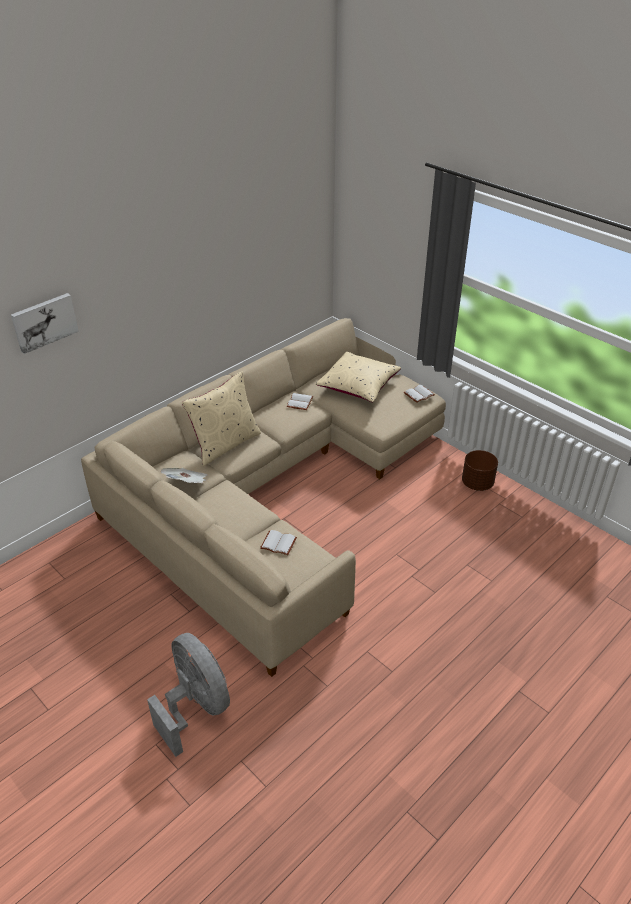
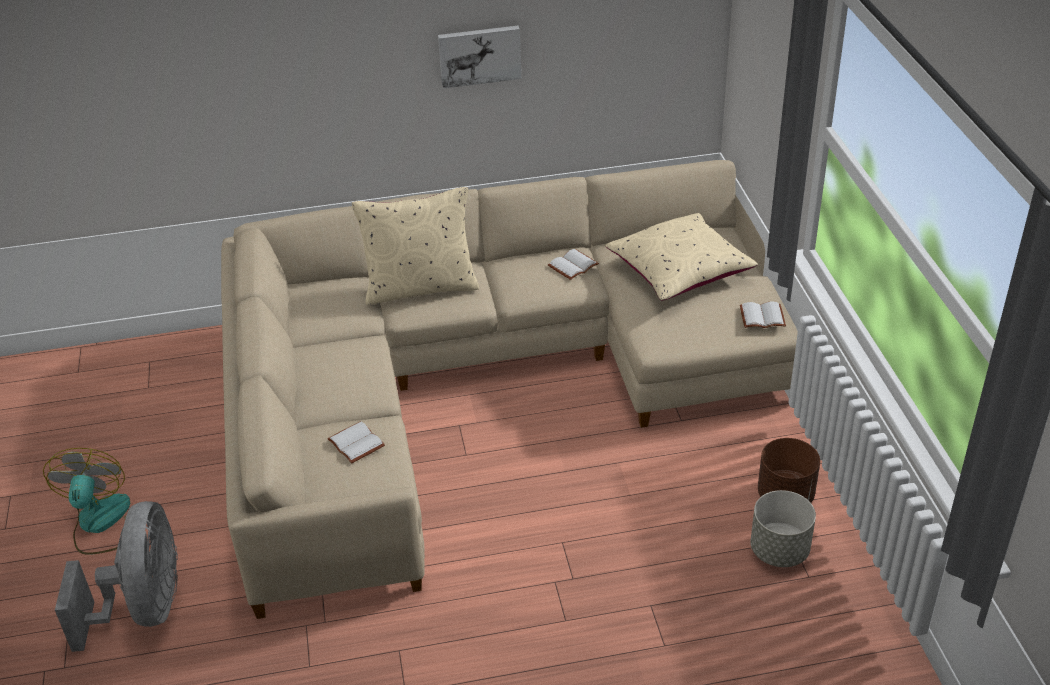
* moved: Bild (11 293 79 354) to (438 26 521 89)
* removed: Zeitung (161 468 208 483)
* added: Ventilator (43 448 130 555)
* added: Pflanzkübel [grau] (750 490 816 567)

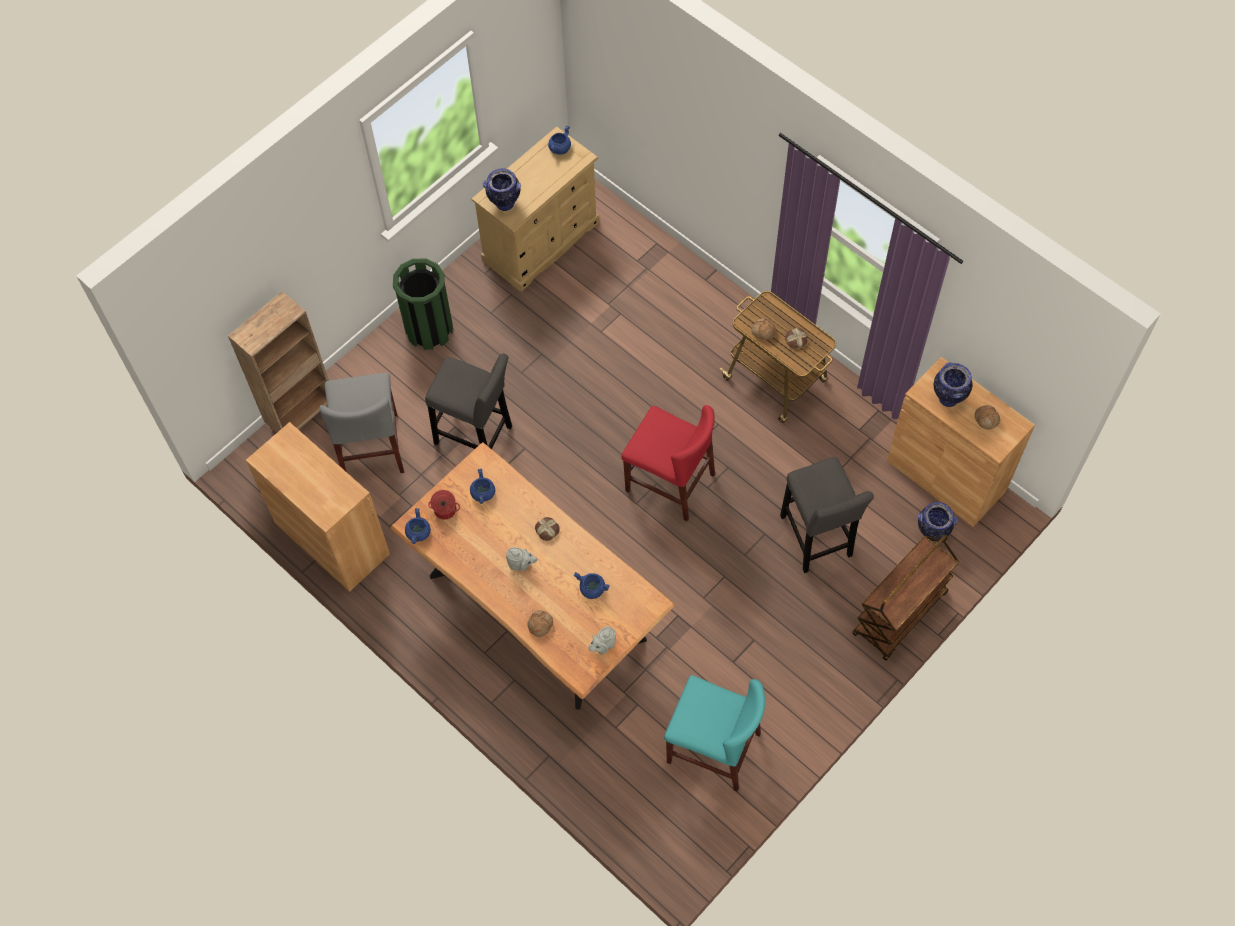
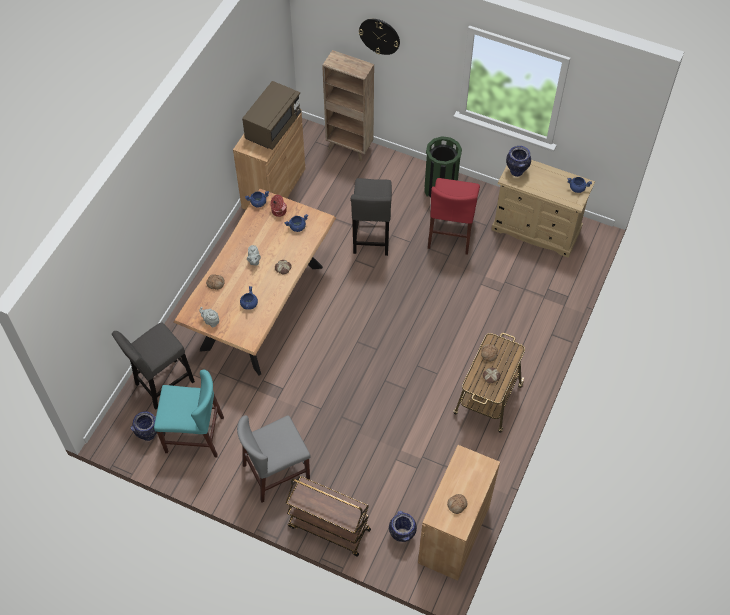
* moved: Vase (934 362 972 407) to (130 411 157 441)
* moved: Stuhl [grau] (319 373 404 473) to (237 415 311 503)
* moved: Stuhl [rot] (621 405 715 521) to (428 178 480 255)
* moved: Hocker [grau] (780 457 874 573) to (112 322 195 410)
* turned: Stuhl [türkis] (664 675 765 792) = (154 370 224 457) 90 degrees counterclockwise
* added: Wanduhr (359 19 400 55)
* added: Mikrowelle [braun] (242 81 302 150)

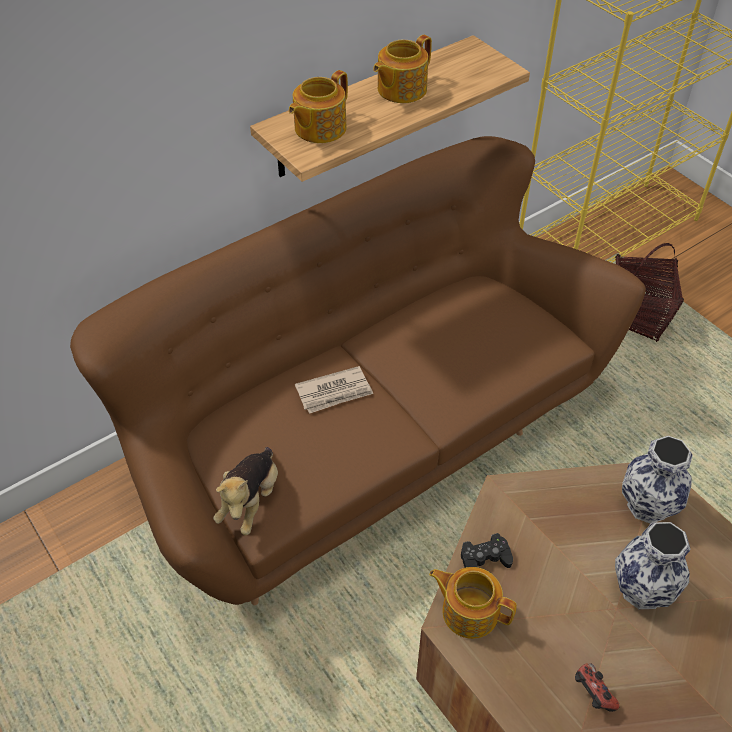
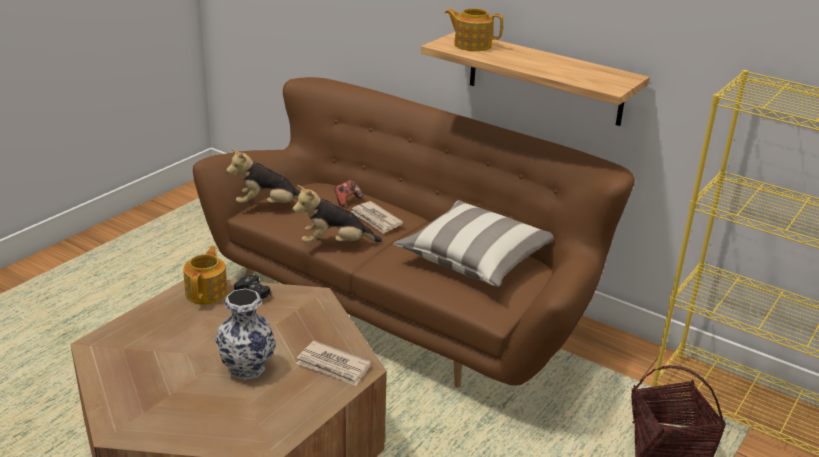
* removed: Teekanne (373 35 432 103)
* replaced: Vase (622 436 693 524) to Zeitung (296 341 371 386)
* moved: Gamepad (575 663 620 712) to (334 180 363 207)
* added: Plüschtier (292 185 382 243)
* added: Kissen (394 201 554 287)

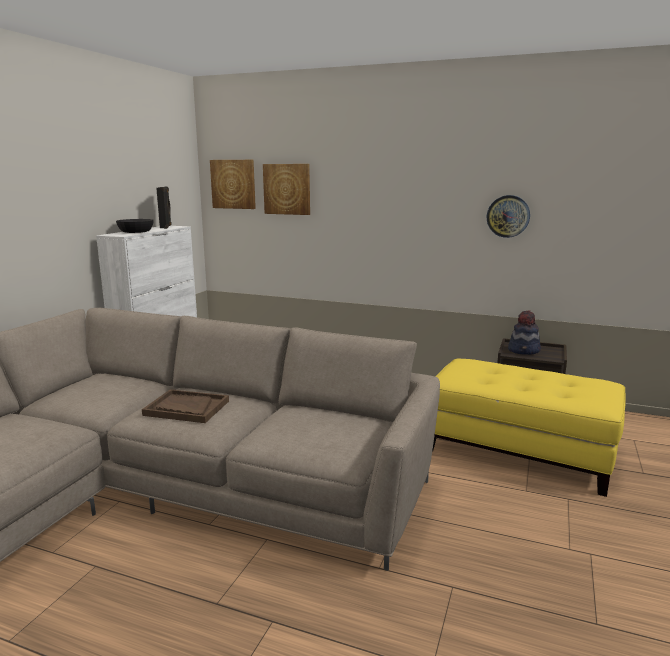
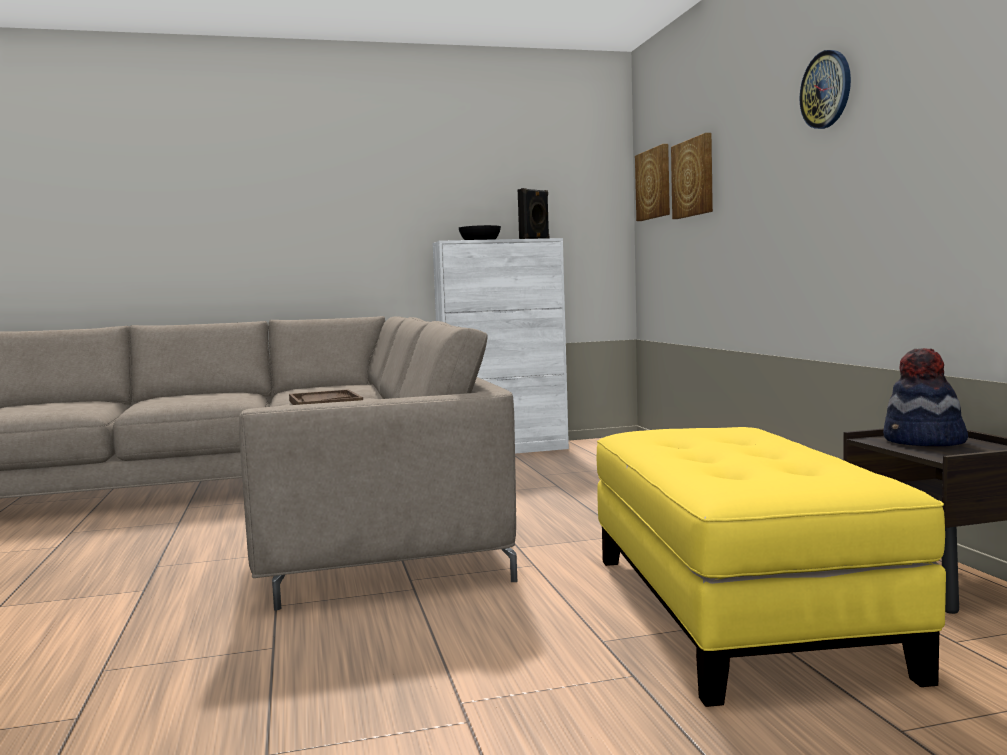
* moved: Wanduhr (487 195 530 238) to (800 50 851 129)

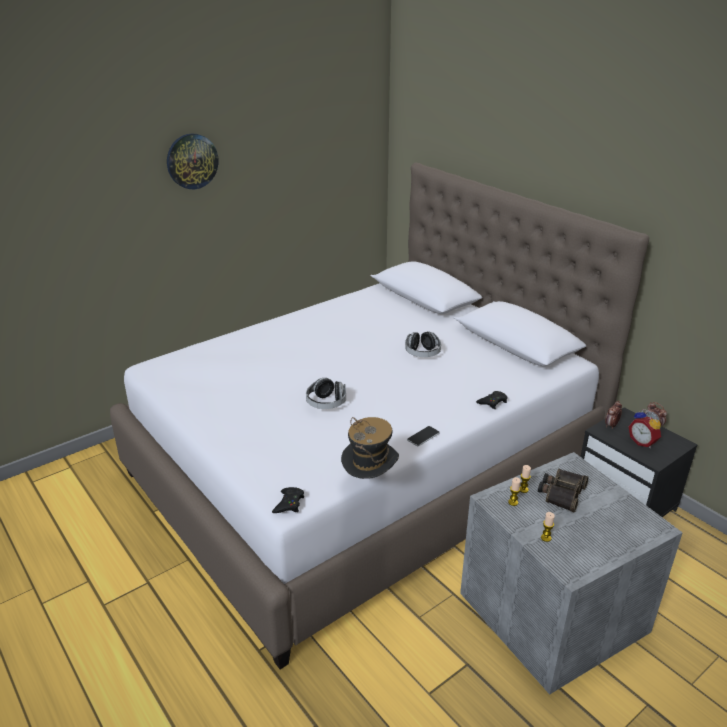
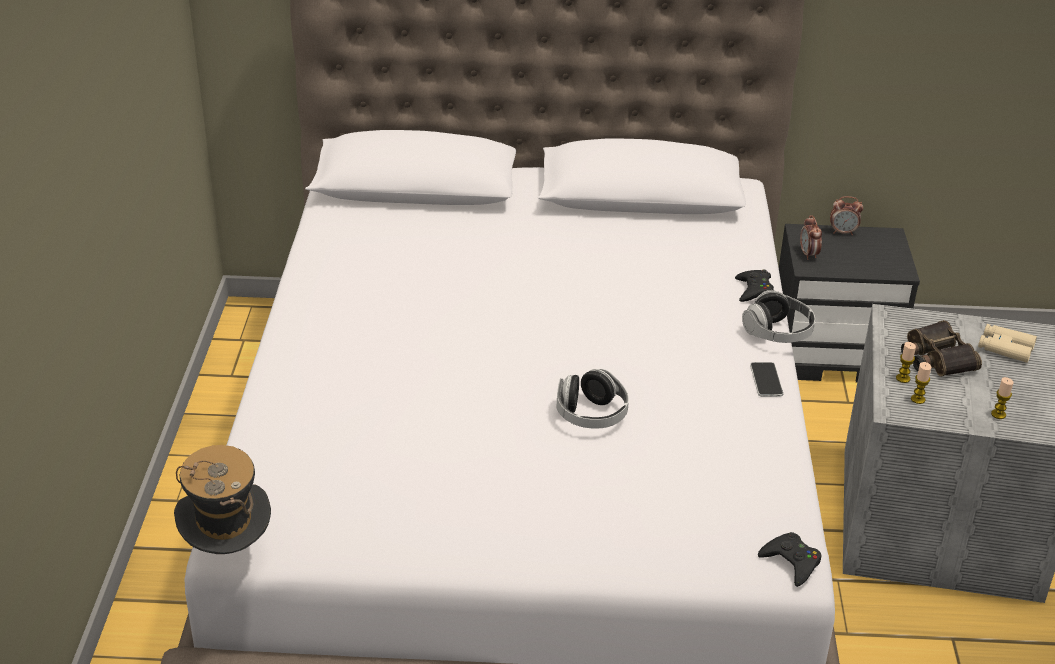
* removed: Wanduhr (167 133 218 189)
* moved: Kopfhörer (405 331 441 357) to (742 290 815 343)
* removed: Wecker (629 409 661 448)
* moved: Hut (341 417 399 479) to (174 445 271 554)
* added: Fernglas [beige] (978 324 1037 363)

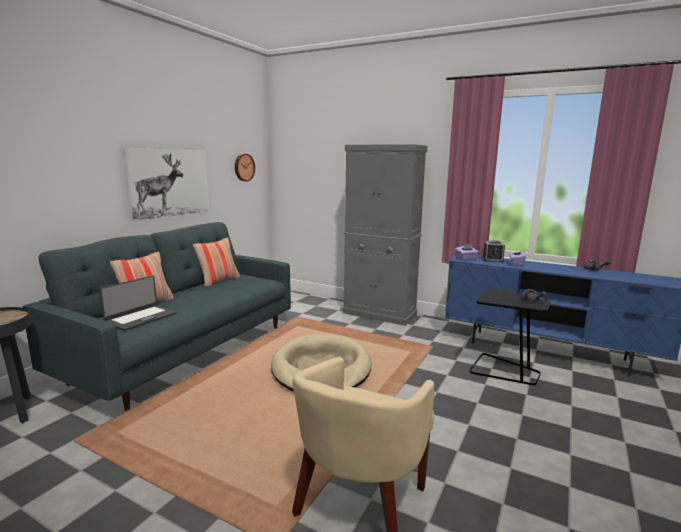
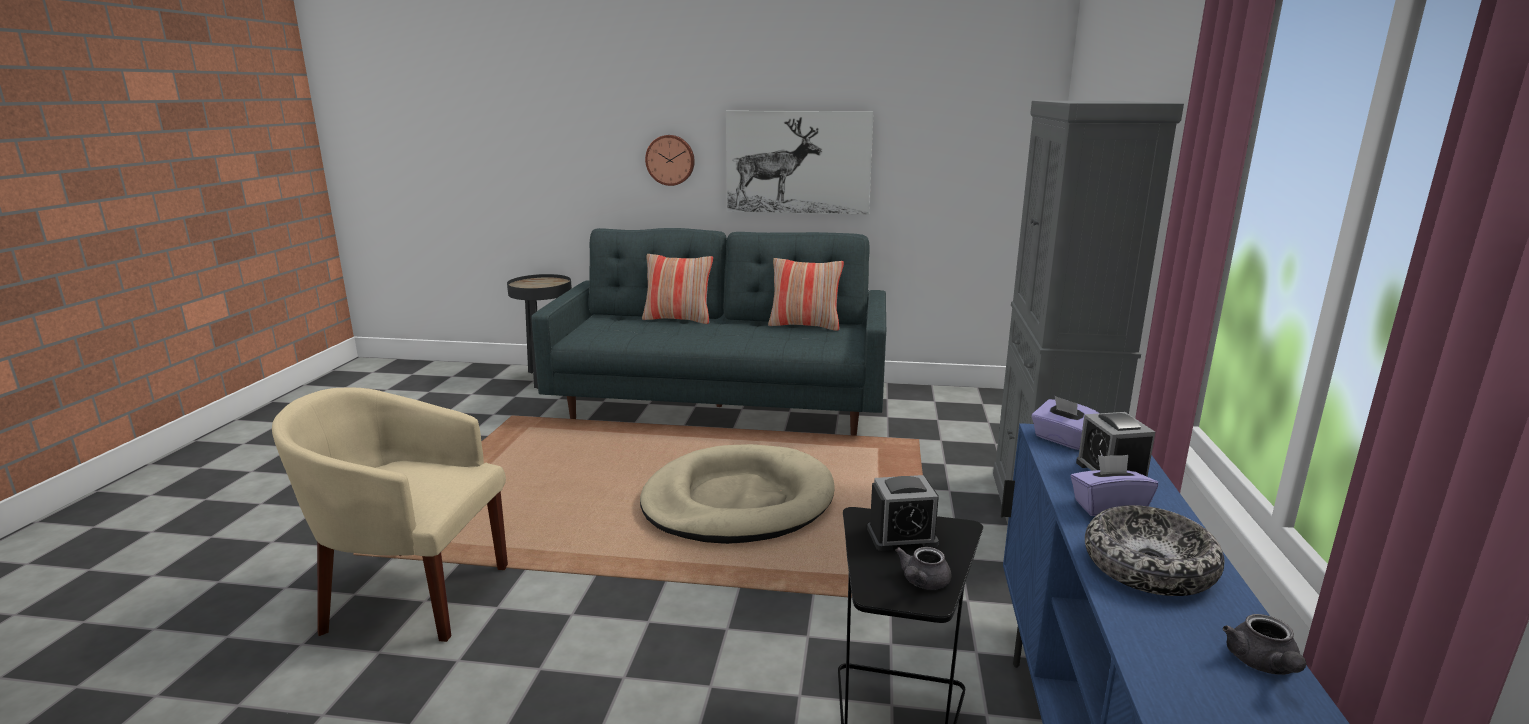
* moved: Wanduhr (235 154 255 182) to (645 135 695 186)
* removed: Laptop (100 275 176 331)
* added: Wecker (867 475 939 551)
* added: Schüssel (1085 505 1224 596)

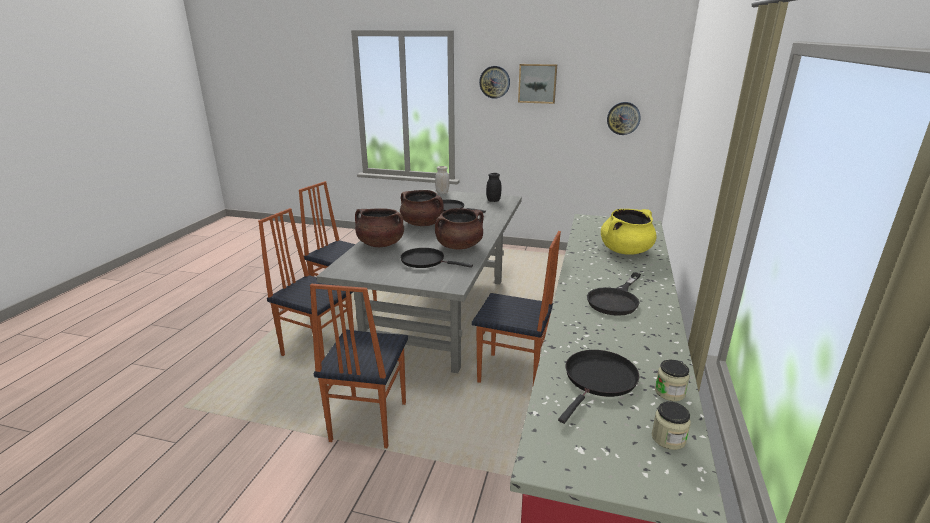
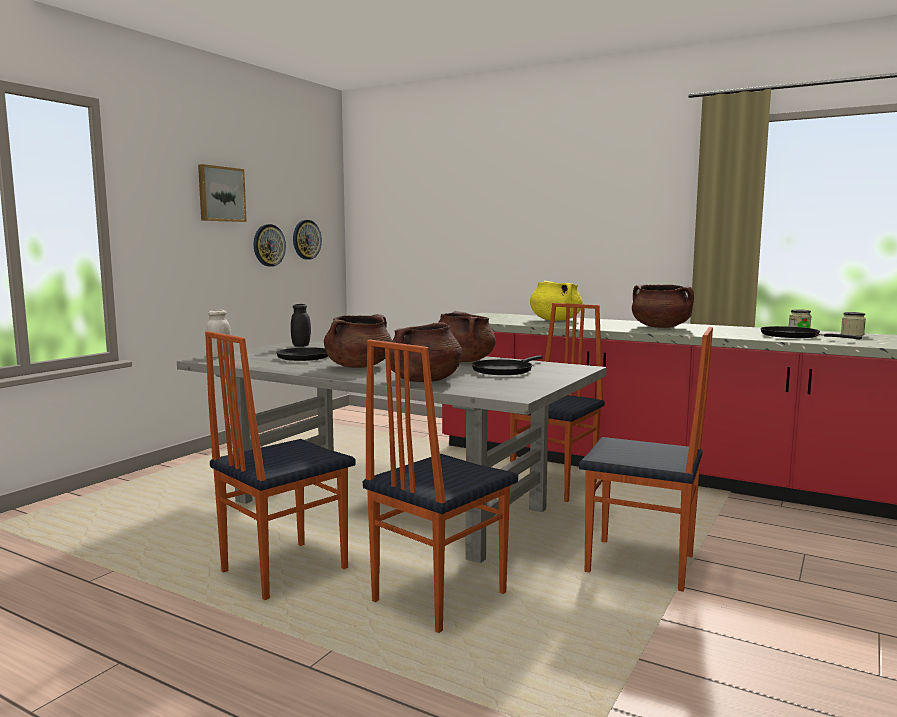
* moved: Wanduhr (479 66 510 99) to (254 224 286 267)
* replaced: Pfanne [schwarz] (587 272 641 316) to Kochtopf [braun] (632 284 694 328)

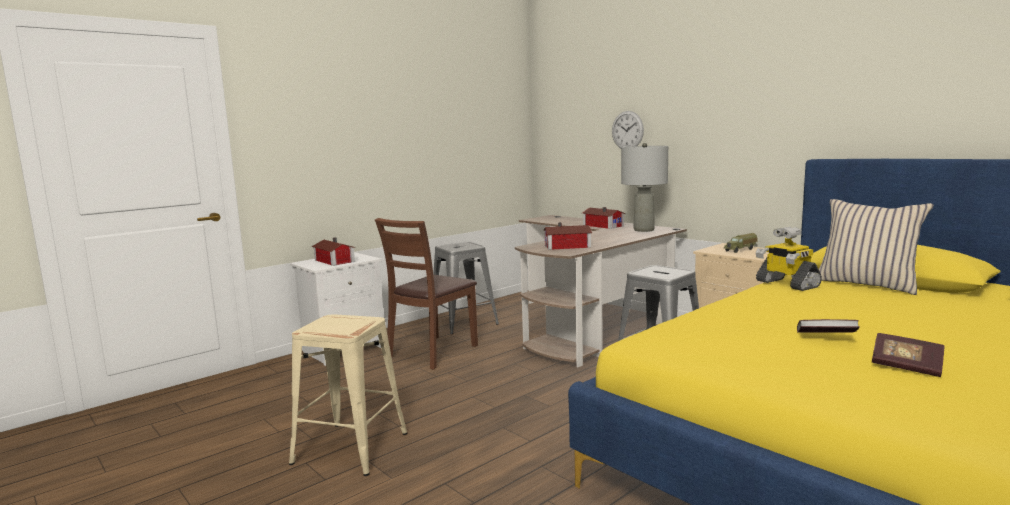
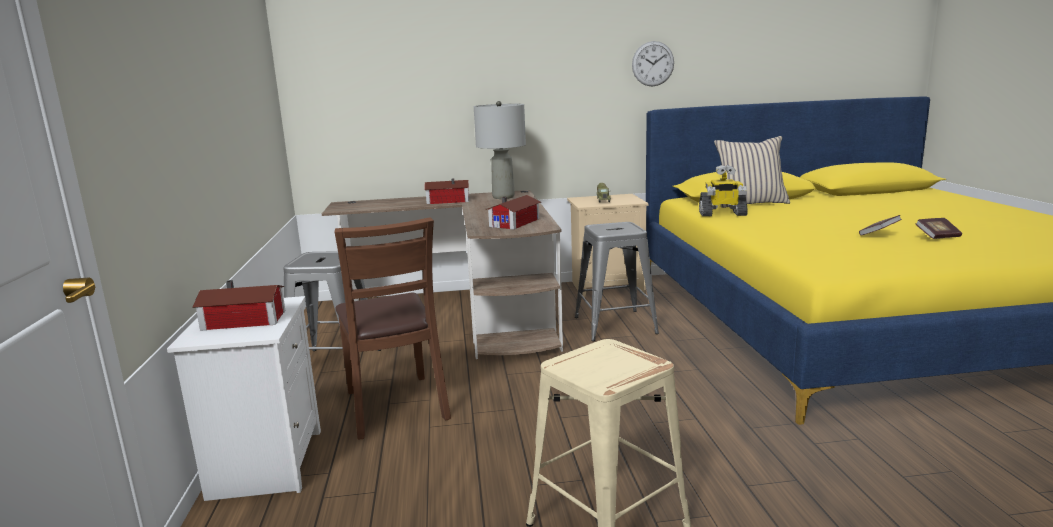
* moved: Wanduhr (612 111 644 148) to (632 41 674 87)

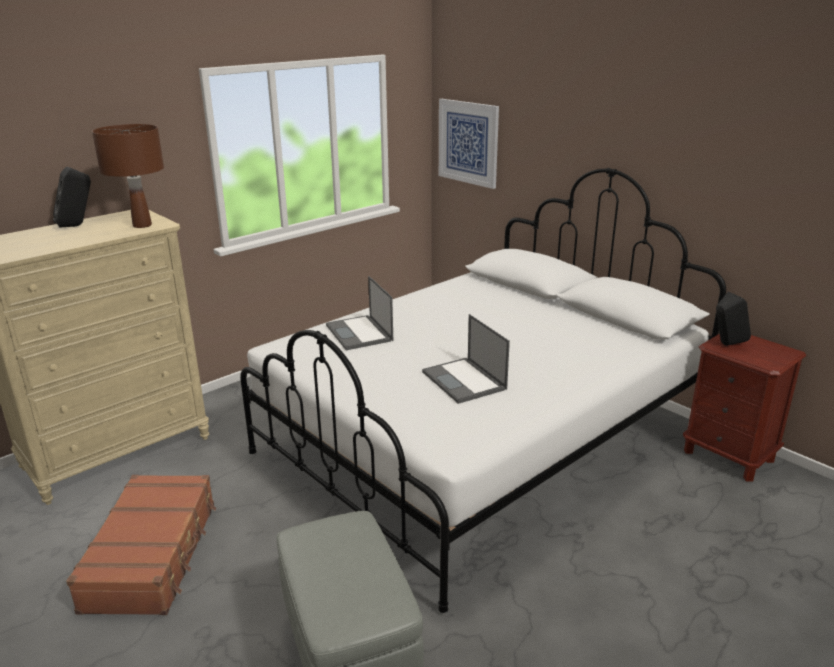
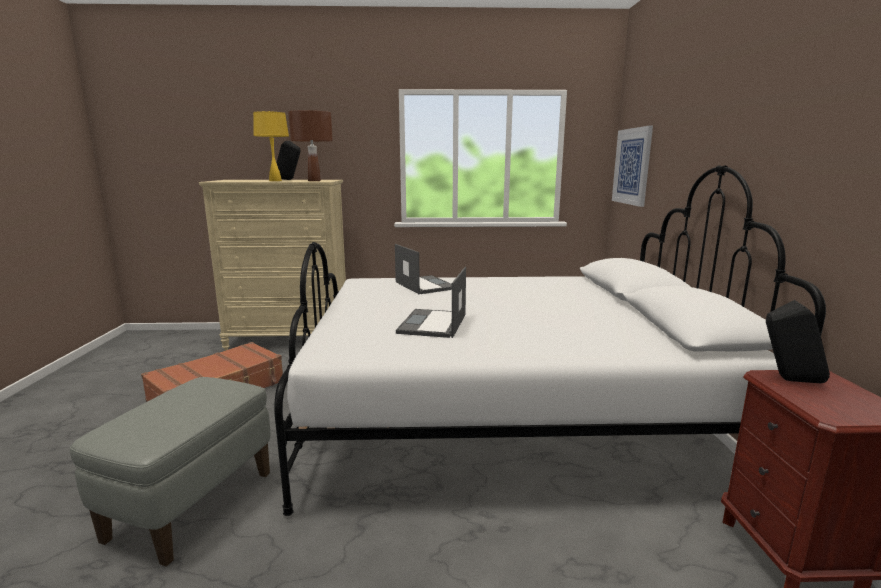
* turned: Laptop (326 276 393 350) = (395 244 452 294) 135 degrees clockwise
* added: Tischlampe [gelb] (253 111 289 181)

